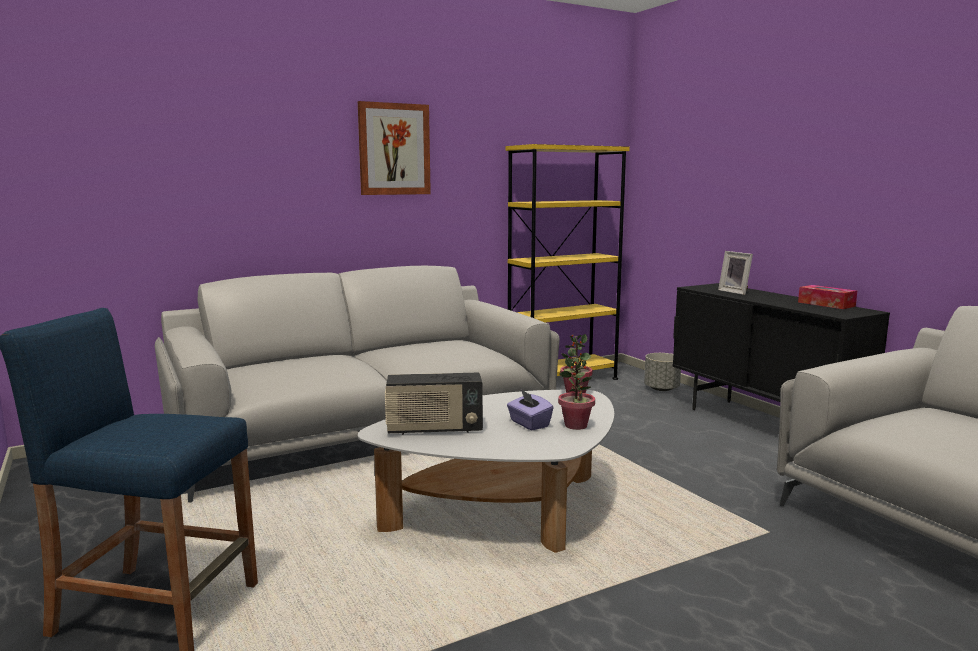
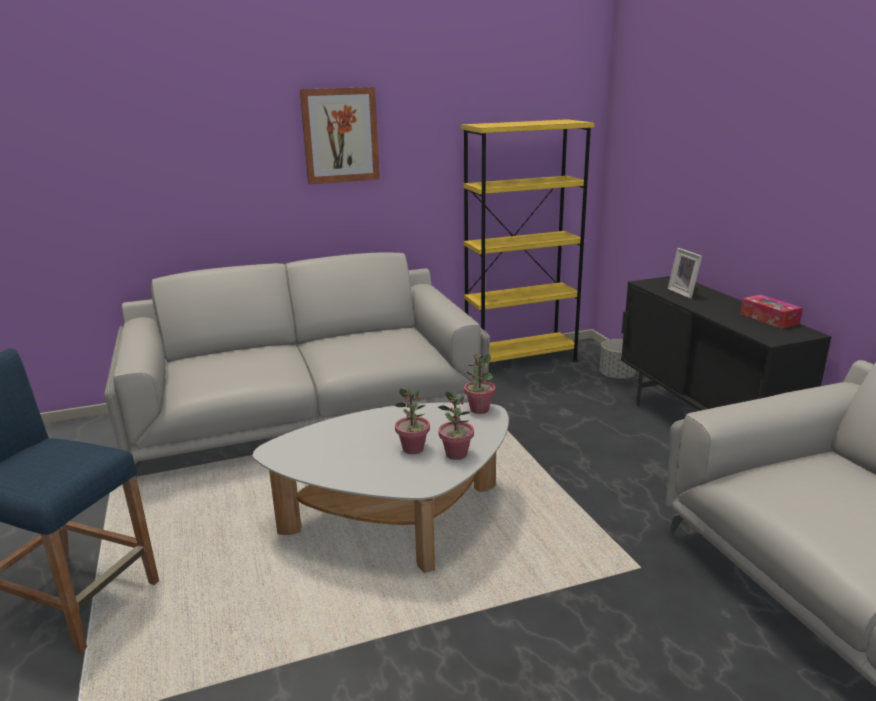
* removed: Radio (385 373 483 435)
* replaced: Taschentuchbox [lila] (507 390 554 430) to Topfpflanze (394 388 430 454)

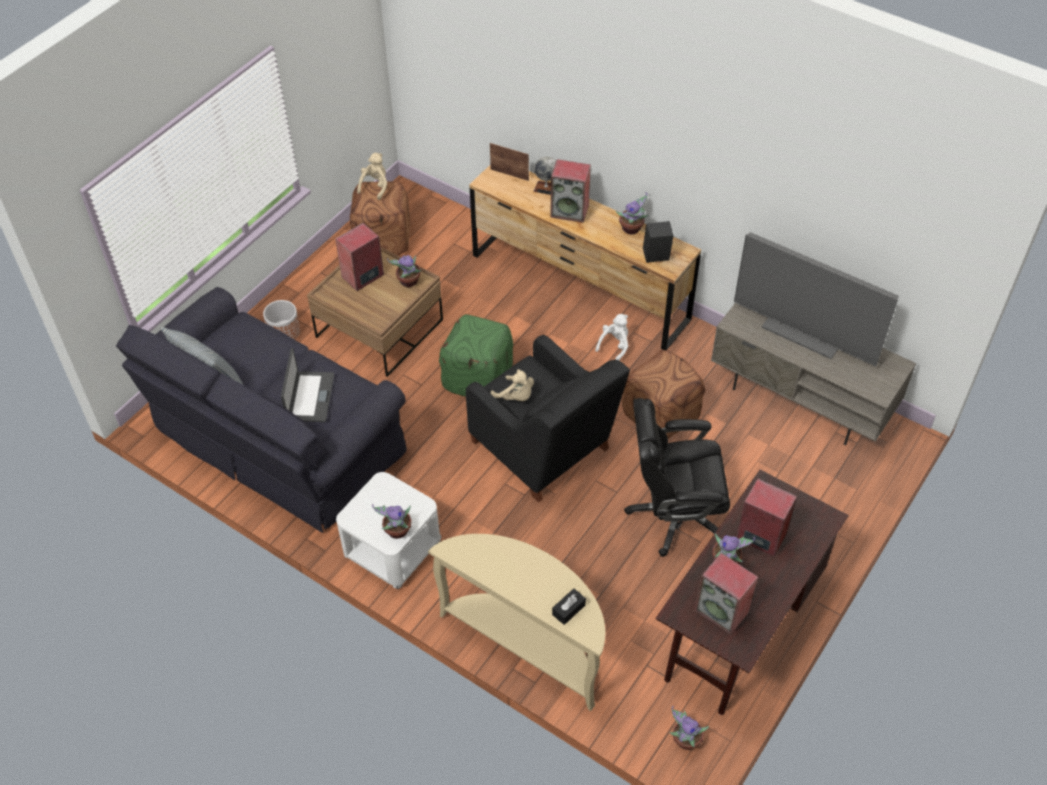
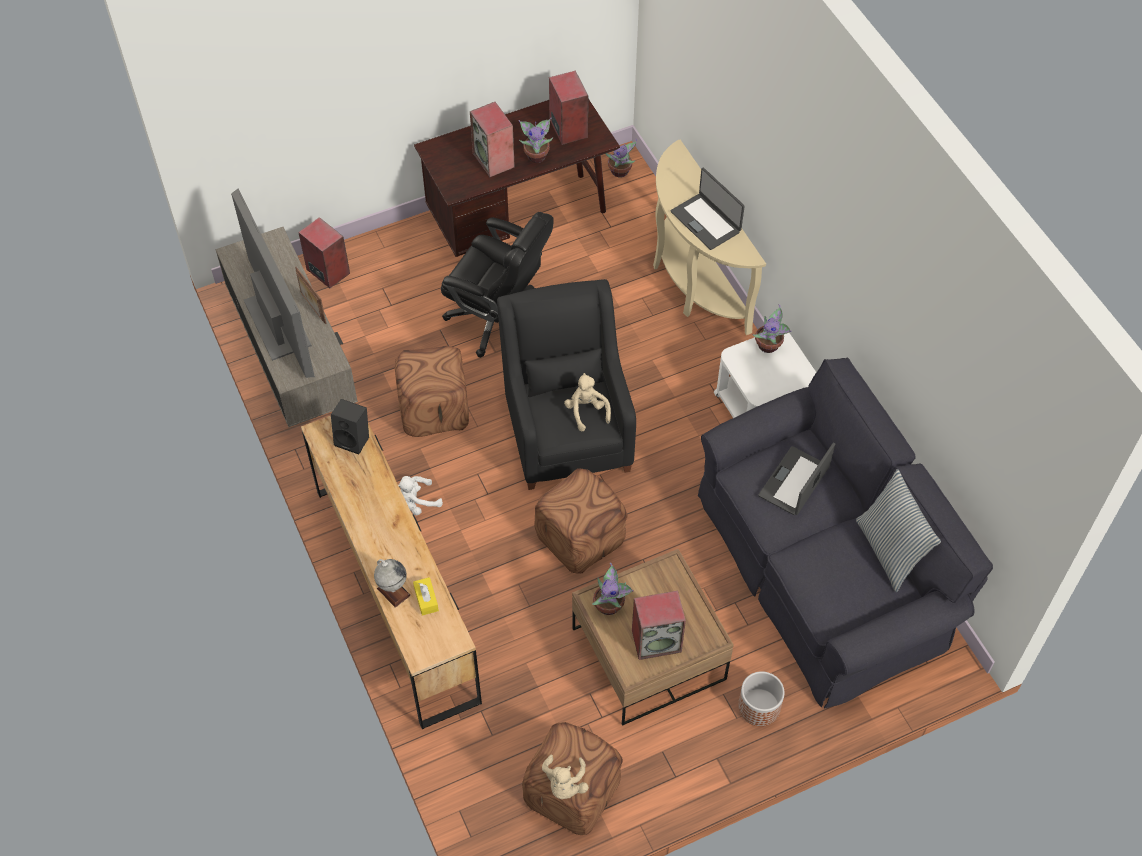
* moved: Bilderrahmen (490 143 529 181) to (295 267 326 324)
* turned: Plüschtier [beige] (357 153 387 200) = (542 755 589 799) 45 degrees counterclockwise
* moved: Lautsprecher (550 159 591 223) to (298 217 350 288)
* removed: Topfpflanze (616 192 649 234)
* recoloured: Polsterhocker [grün] (439 314 513 397) to Polsterhocker [braun] (534 468 628 574)
* removed: Taschentuchbox [schwarz] (552 588 586 625)
* added: Laptop (671 168 745 250)
* added: Taschentuchbox [gelb] (413 577 439 616)

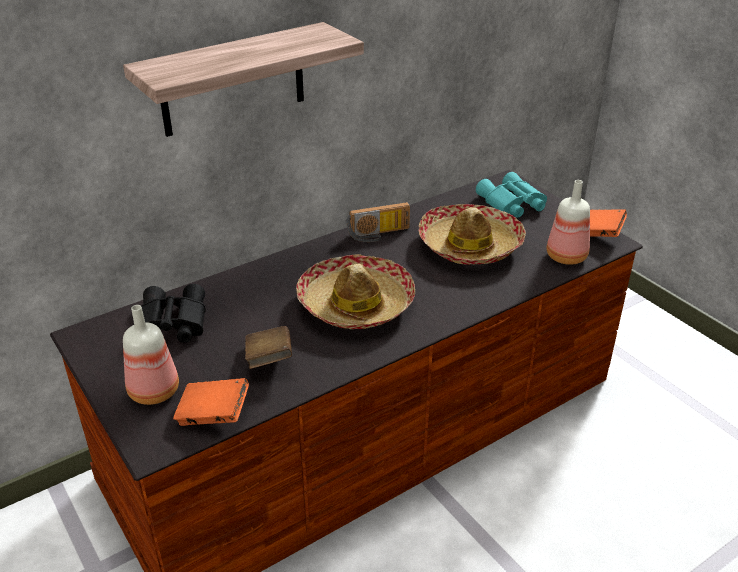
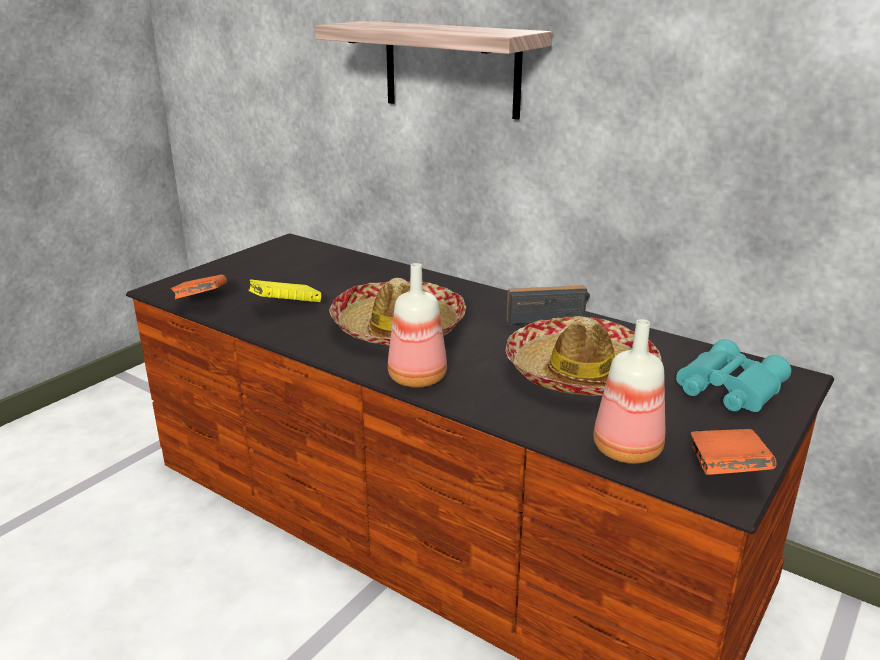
* turned: Radio (347 202 410 242) = (507 286 590 325) 120 degrees clockwise
* removed: Fernglas [schwarz] (141 284 206 343)
* moved: Flasche (123 305 179 405) to (388 263 447 388)
* recoloured: Buch [braun] (245 326 292 369) to Buch [gelb] (249 279 321 302)

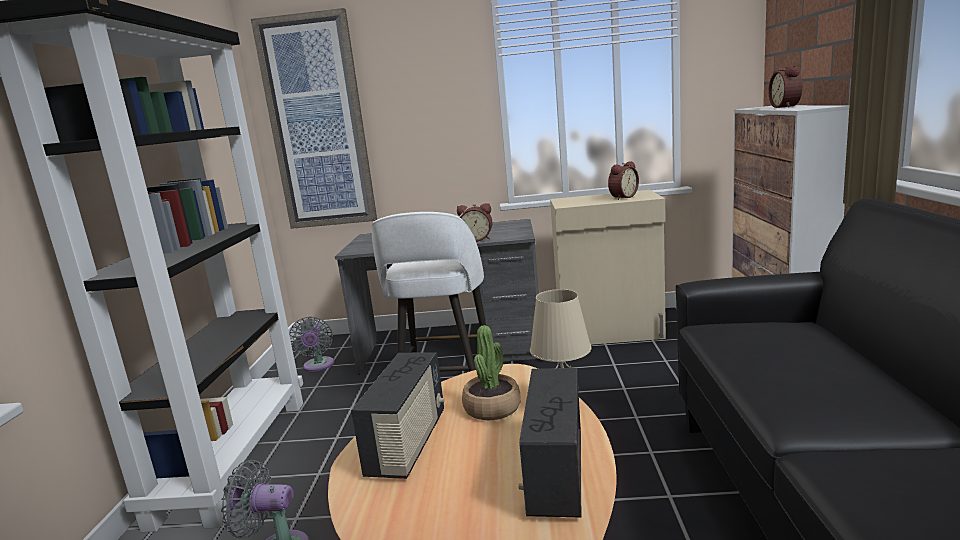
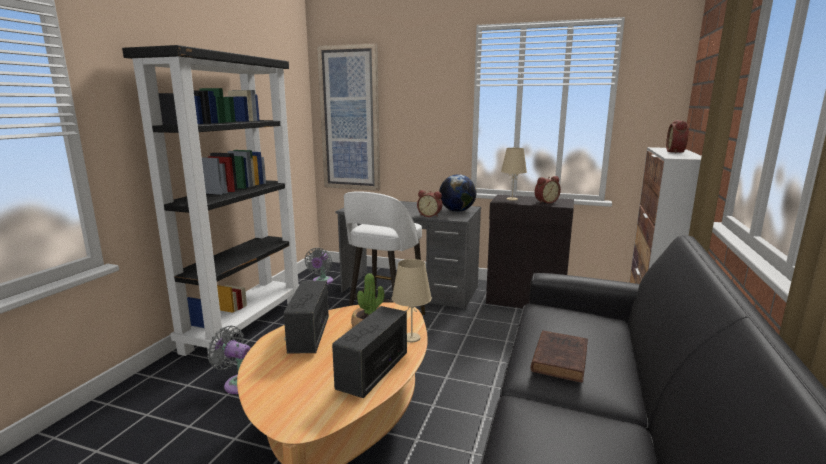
* recoloured: Schrank [beige] (550 190 666 345) to Schrank [schwarz] (486 195 574 308)
* turned: Radio (351 353 445 479) = (284 281 329 354) 150 degrees clockwise
* added: Tischlampe [beige] (501 148 527 201)
* added: Globus (439 174 476 212)
* added: Buch [braun] (531 330 588 382)

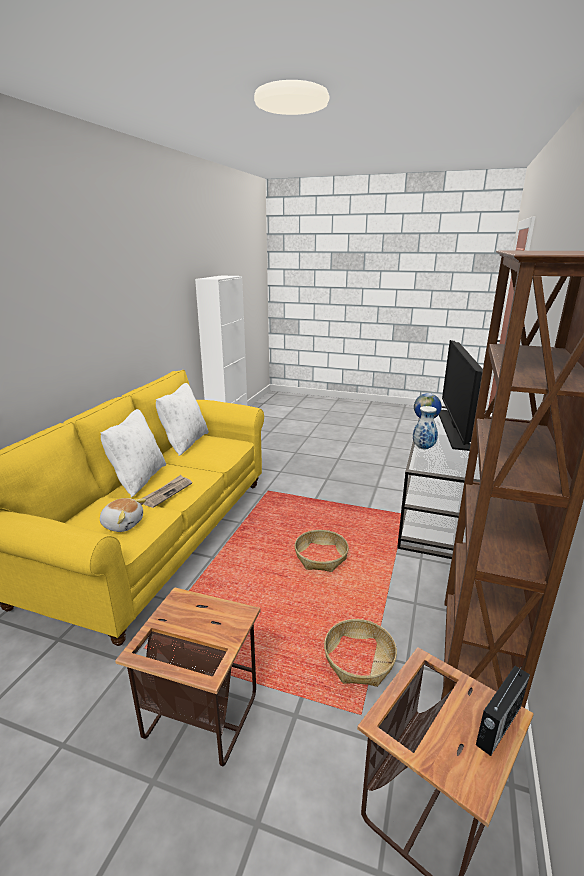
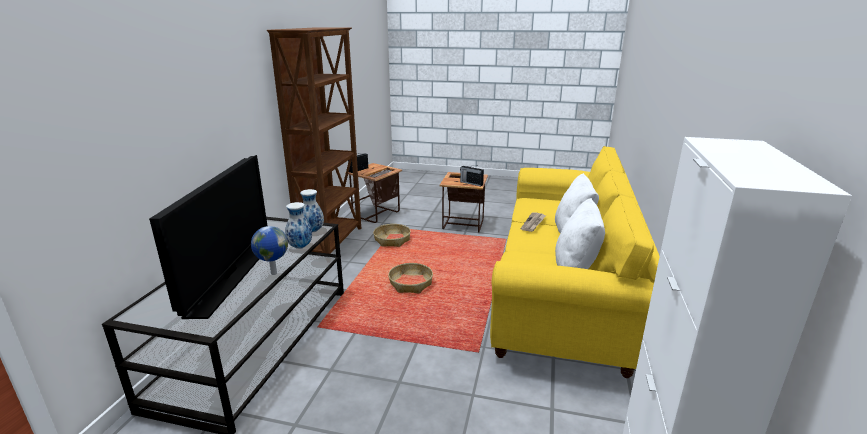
* removed: Plüschtier (100 498 146 532)
* added: Radio (460 165 484 186)
* added: Vase (300 189 324 233)

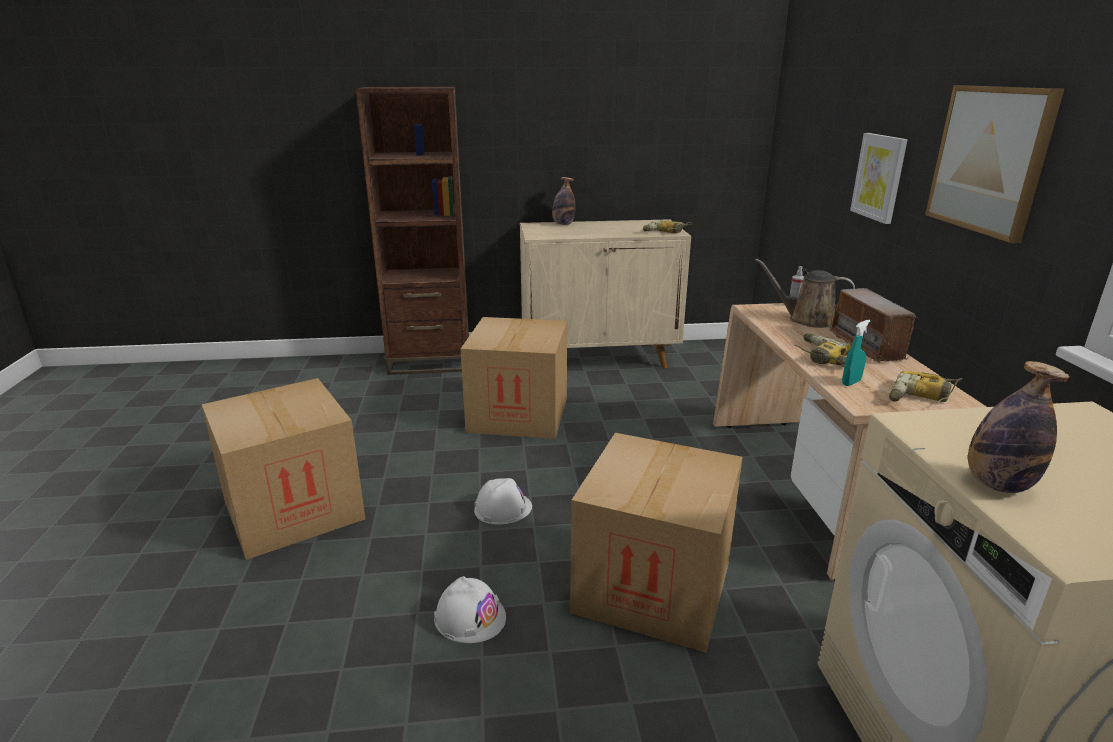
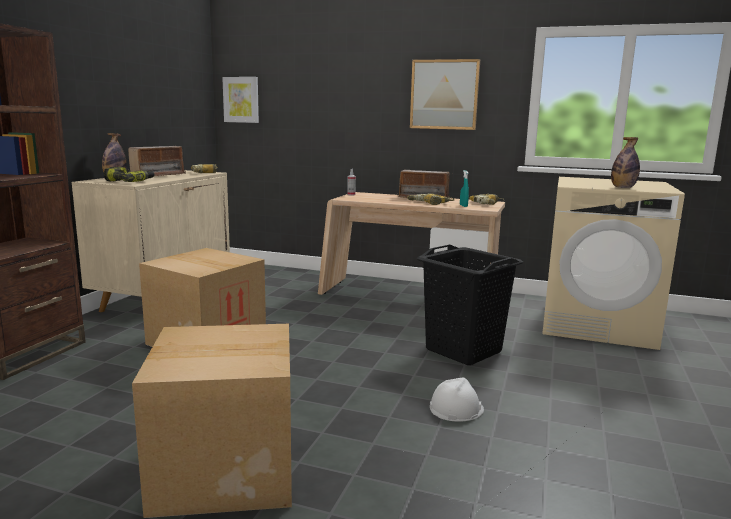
* moved: Bild (850 133 908 224) to (222 77 259 123)
* removed: Gießkanne [braun] (755 258 855 328)
* replaced: Karton (570 433 743 653) to Wäschekorb [schwarz] (416 245 523 365)
* removed: Schutzhelm [weiß] (474 478 532 525)
* added: Radio (128 146 186 176)
* added: Bohrmaschine (104 167 155 182)

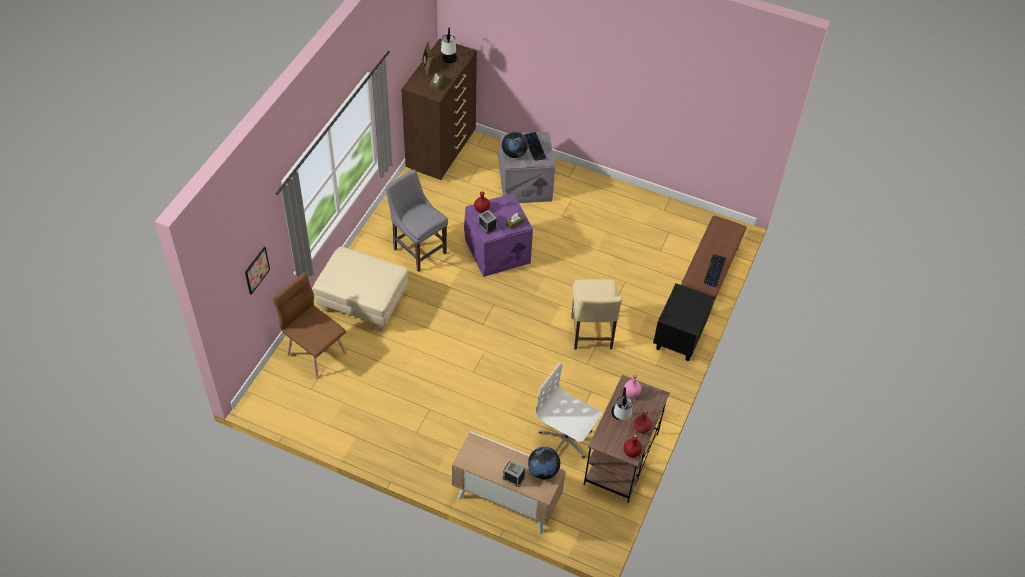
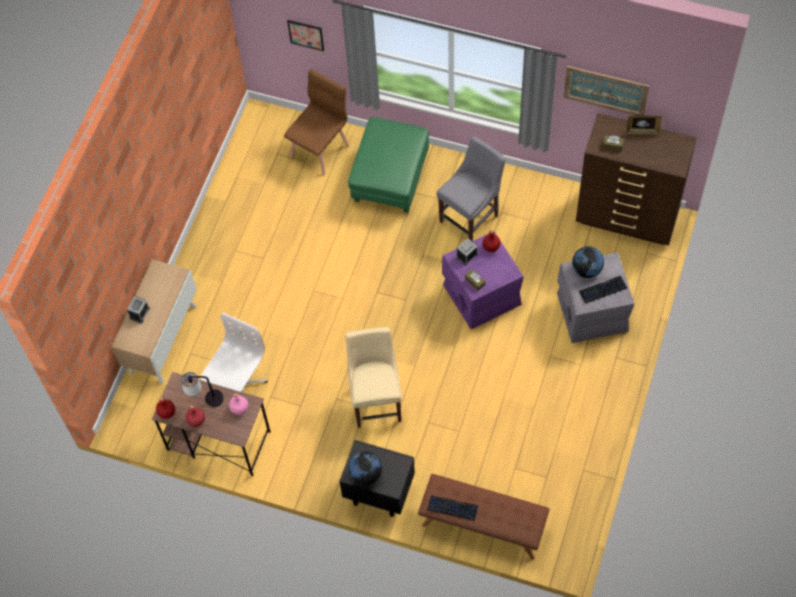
* removed: Tischlampe (441 28 457 63)
* recoloured: Polsterhocker [beige] (313 247 408 331) to Polsterhocker [grün] (348 117 429 213)
* turned: Stuhl [beige] (571 279 622 349) = (345 327 402 428) 90 degrees clockwise
* moved: Globus (528 447 560 479) to (348 451 382 485)
* added: Bild (564 66 649 116)

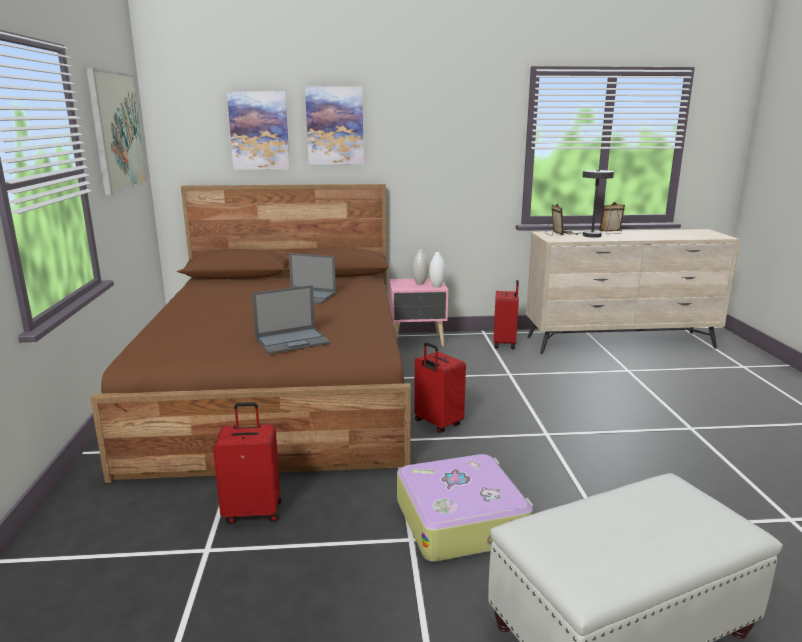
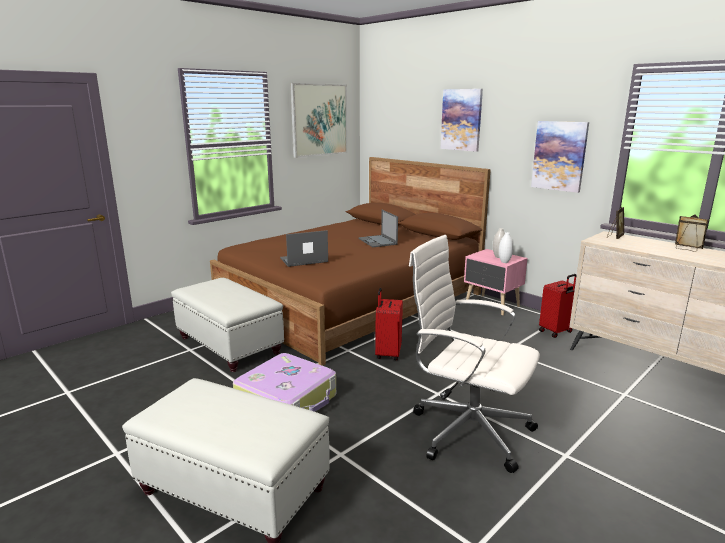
* moved: Bild (227 91 290 170) to (531 121 589 193)
* removed: Tischlampe [grau] (564 170 614 238)
* turned: Laptop (252 285 331 354) = (280 230 328 267) 135 degrees clockwise
* replaced: Koffer [rot] (213 402 281 524) to Polsterhocker [weiß] (171 278 284 372)
* added: Bürostuhl [weiß] (409 235 540 473)

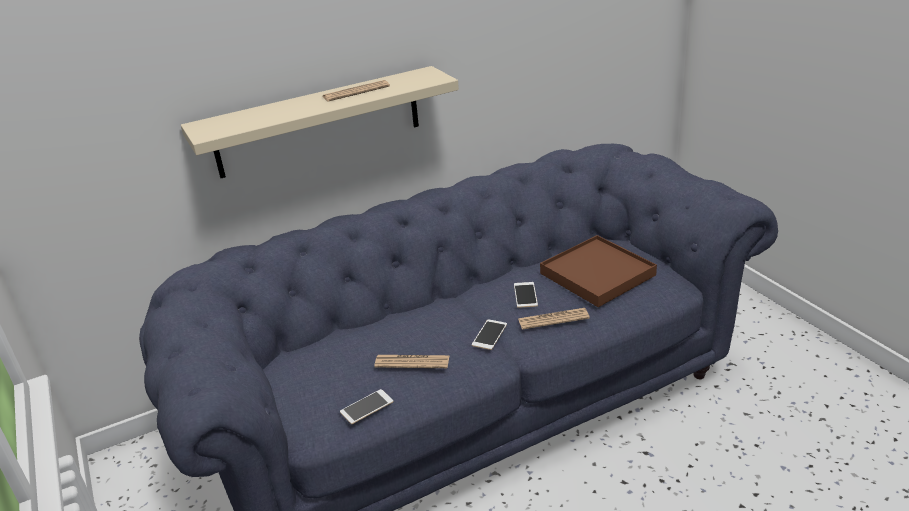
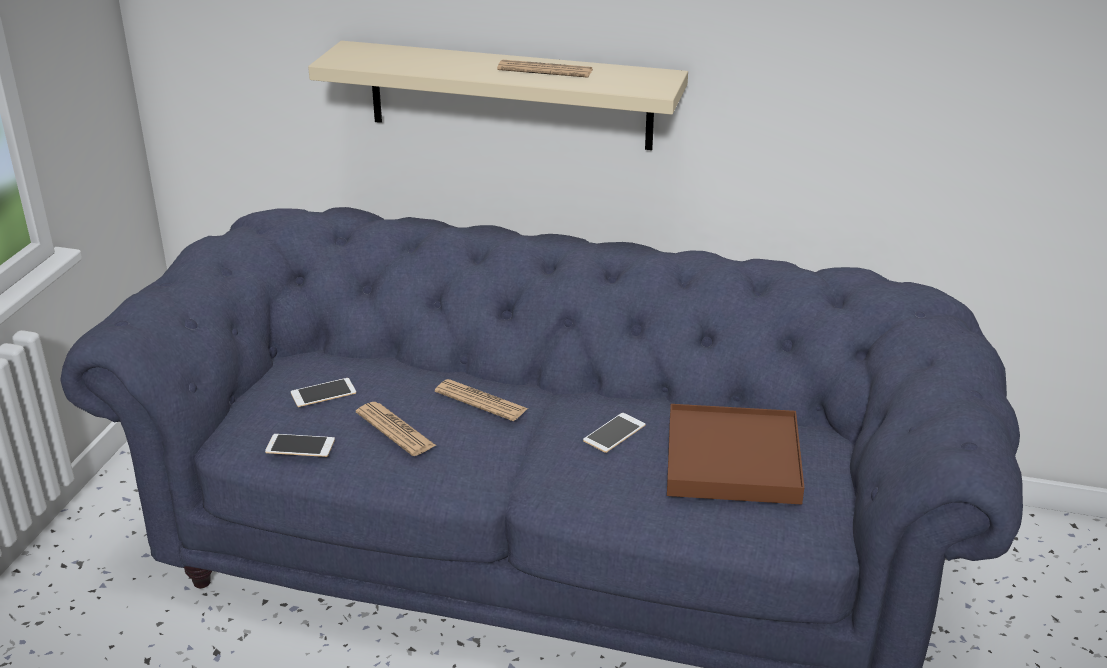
* moved: Zeitung (518 308 590 330) to (435 379 528 421)
* moved: Handy (472 319 507 350) to (291 378 356 407)

